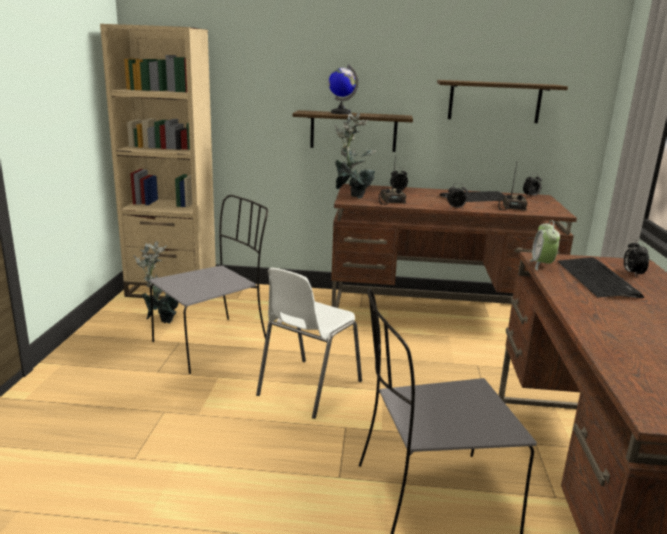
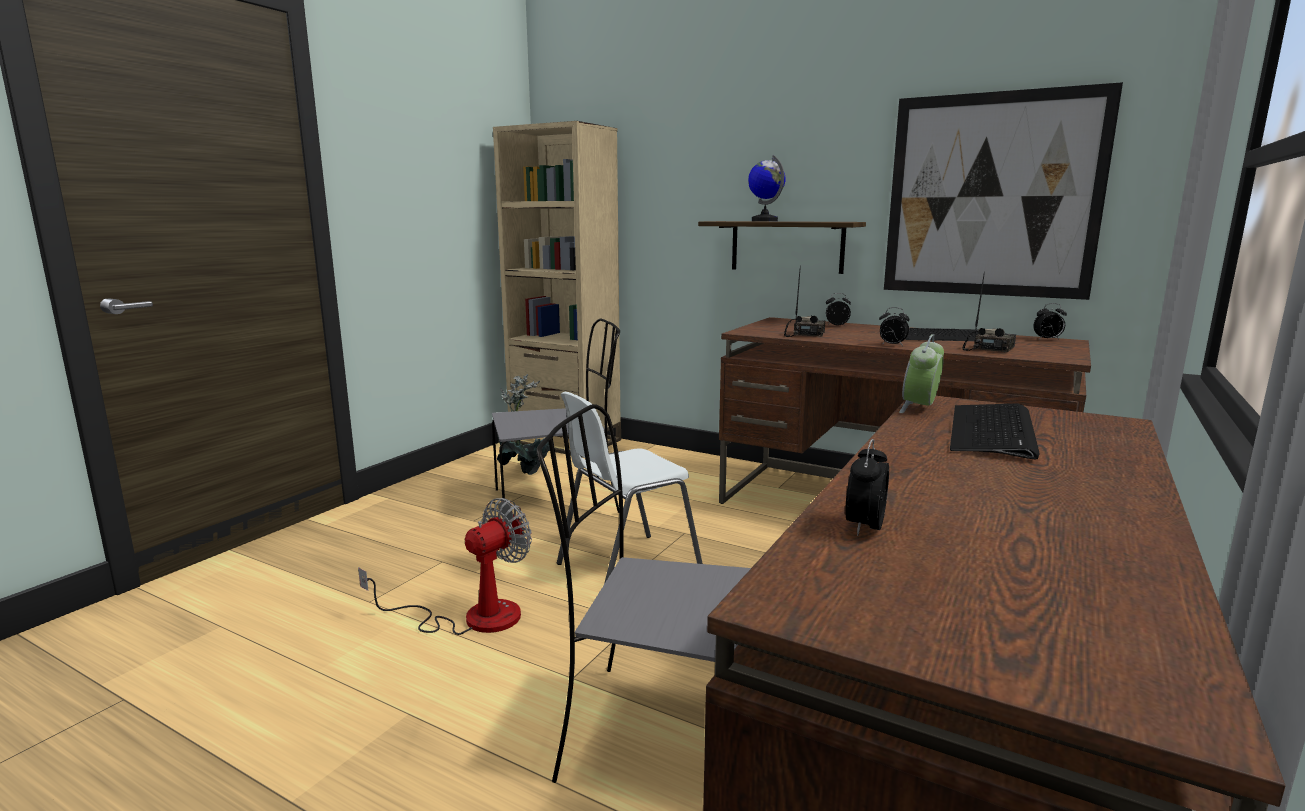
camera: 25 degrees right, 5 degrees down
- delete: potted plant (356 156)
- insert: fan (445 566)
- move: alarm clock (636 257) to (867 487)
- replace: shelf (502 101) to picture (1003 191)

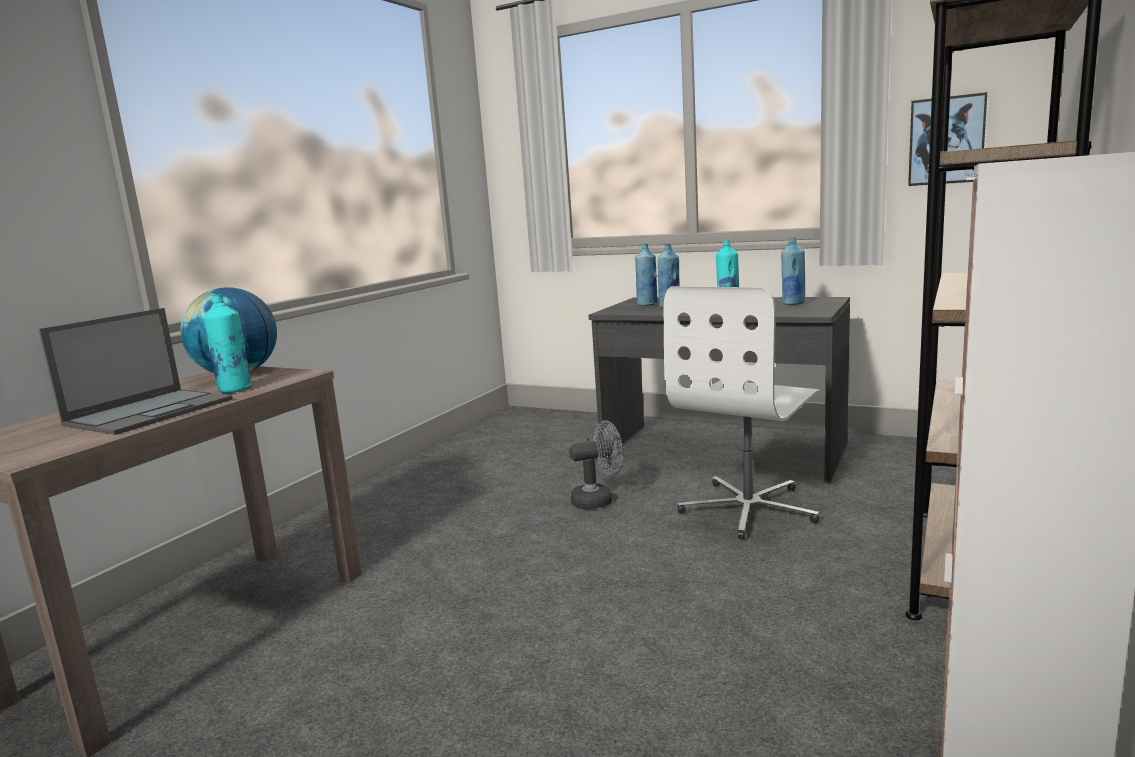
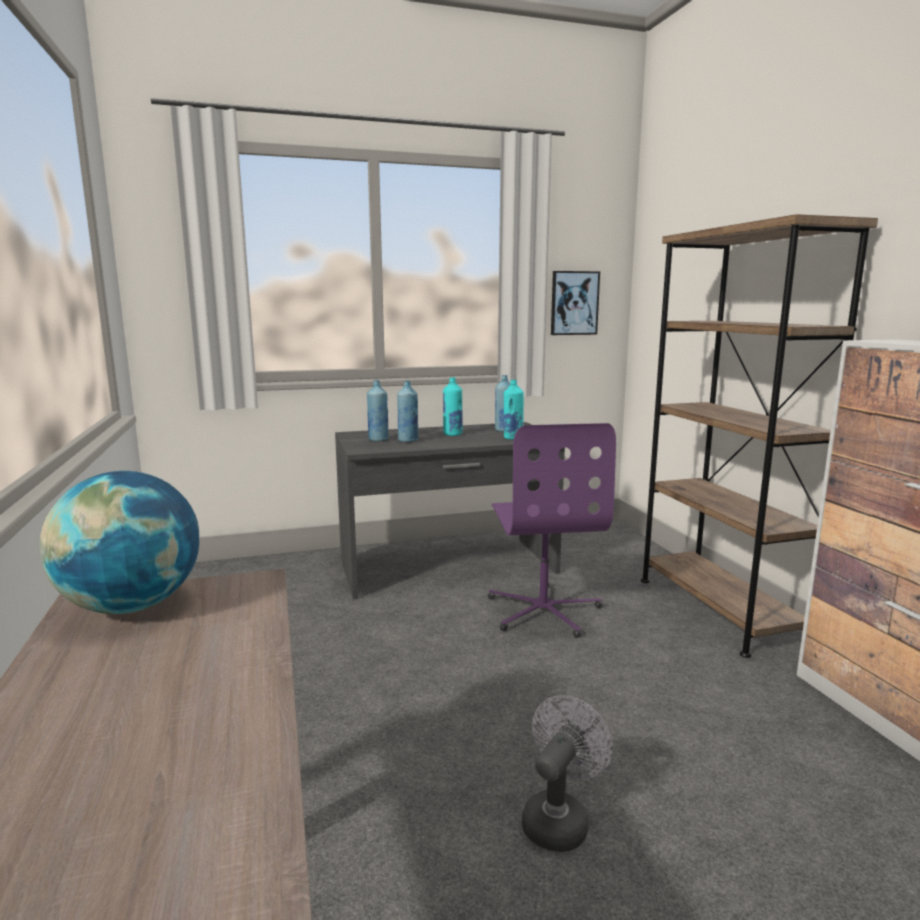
camera: 45 degrees left, 0 degrees up
- delete: laptop (135 371)
- move: turquoise bottle (227 343) to (514 409)
- move: grey fan (596 465) to (567 773)
- recolor: white office chair (742 412) to purple office chair (552 530)

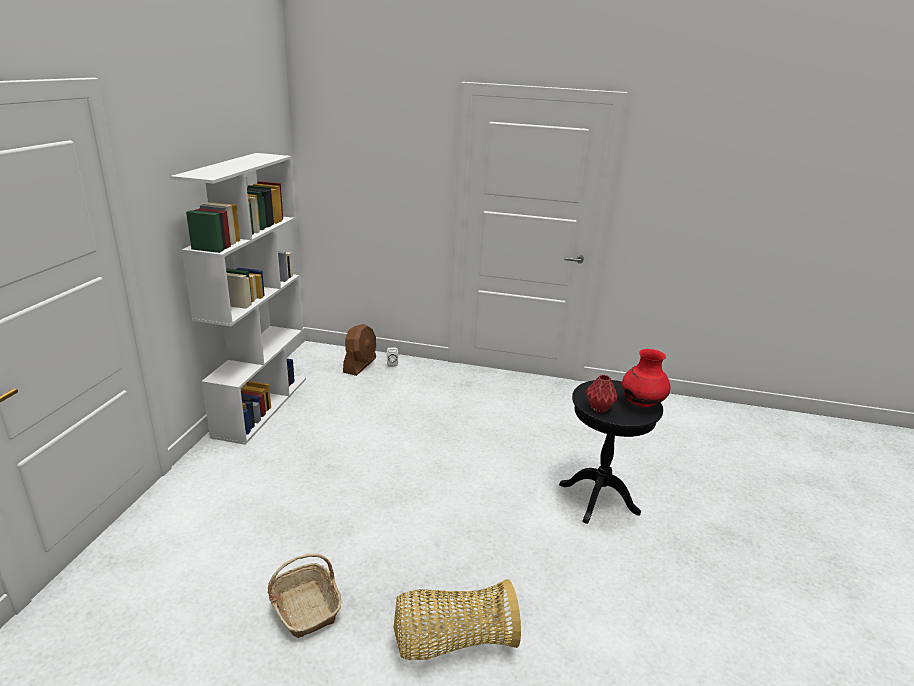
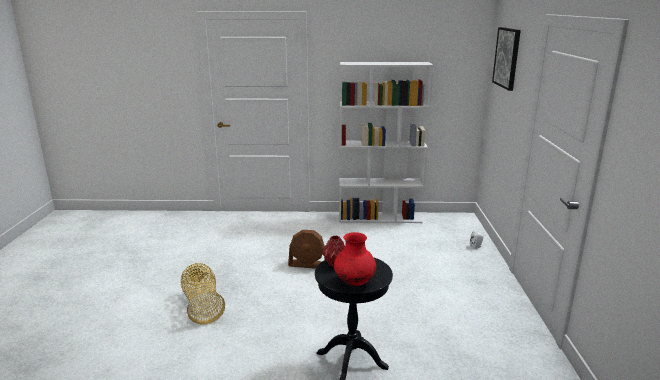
camera: 80 degrees right, 5 degrees down
- delete: basket (305 595)
- insert: picture (506 59)
- move: brown fan (359 350) to (307 249)

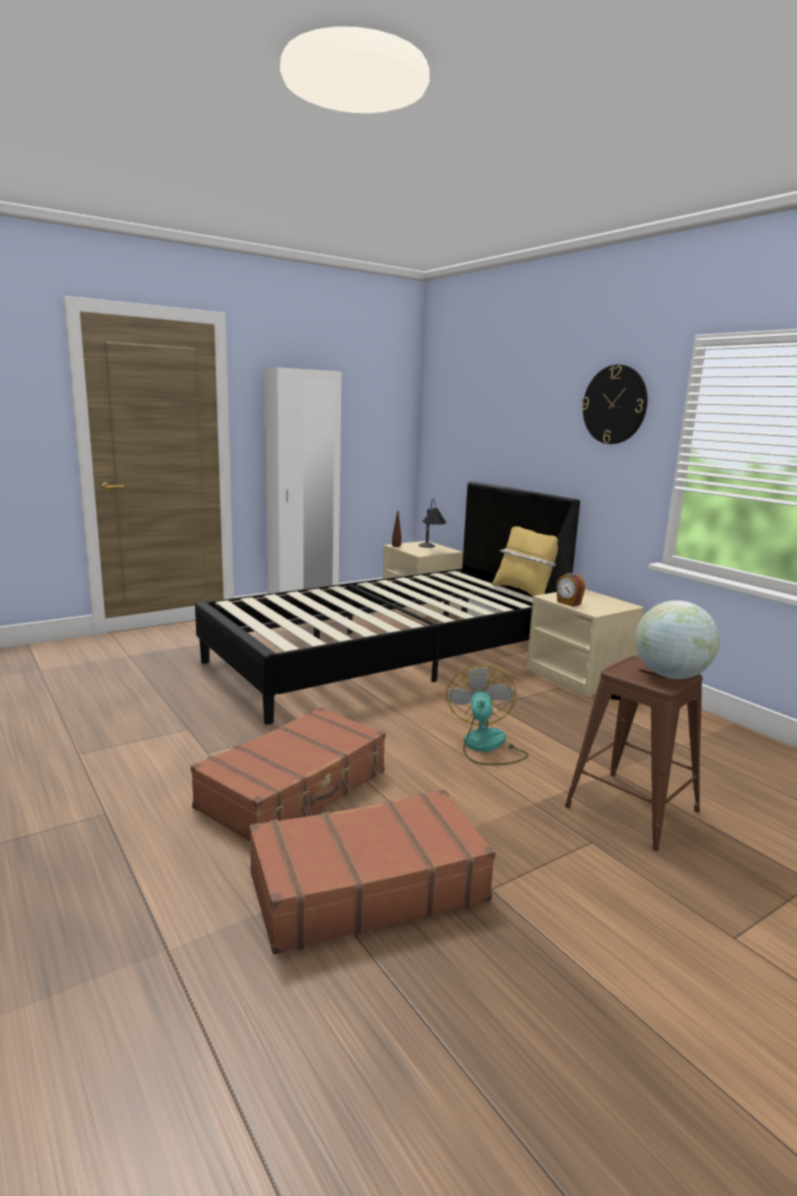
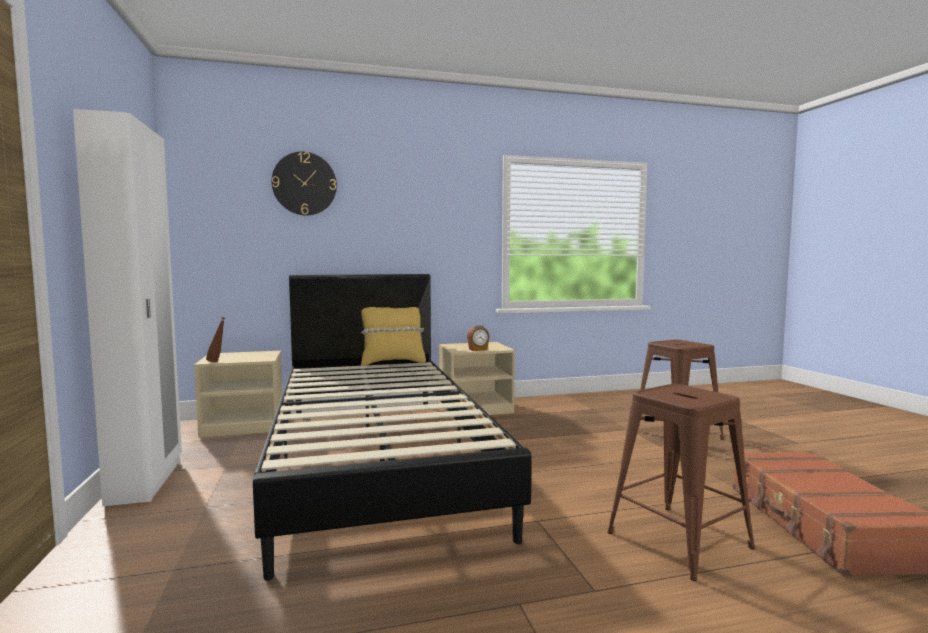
camera: 70 degrees left, 10 degrees down
- delete: table lamp (432 523)
- delete: fan (487 715)
- delete: globe (678 639)
- move: wall clock (615 404) to (304 183)
- replace: brown suitcase (288 774) to brown stool (681 482)

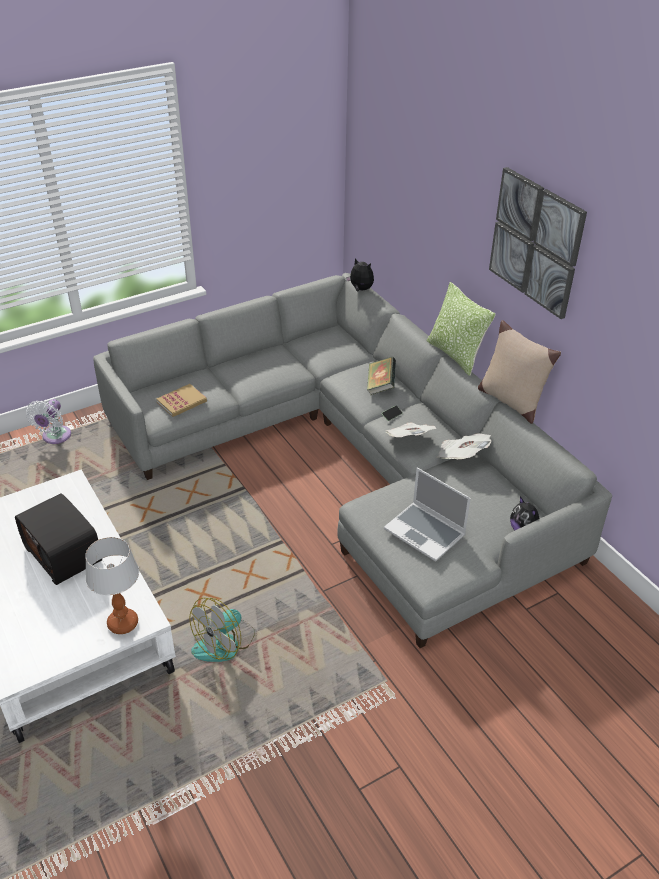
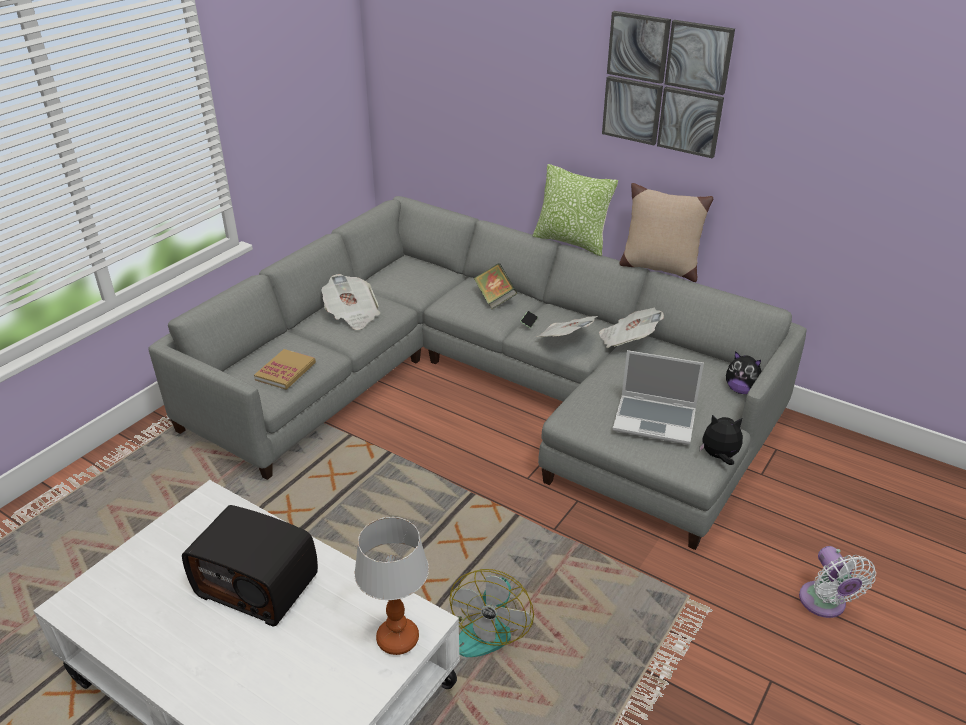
camera: 25 degrees left, 5 degrees down
- insert: newspaper (350 302)
- move: white fan (48 421) to (837 582)
- move: plush toy (360 274) to (721 440)

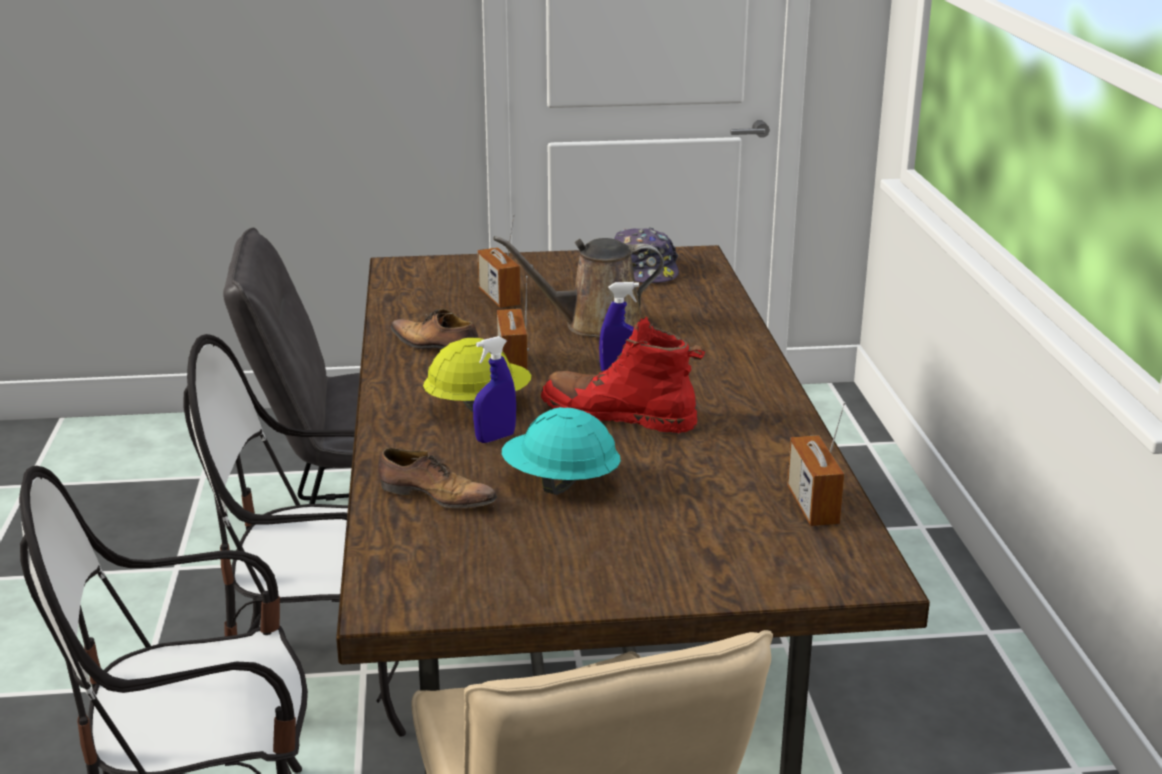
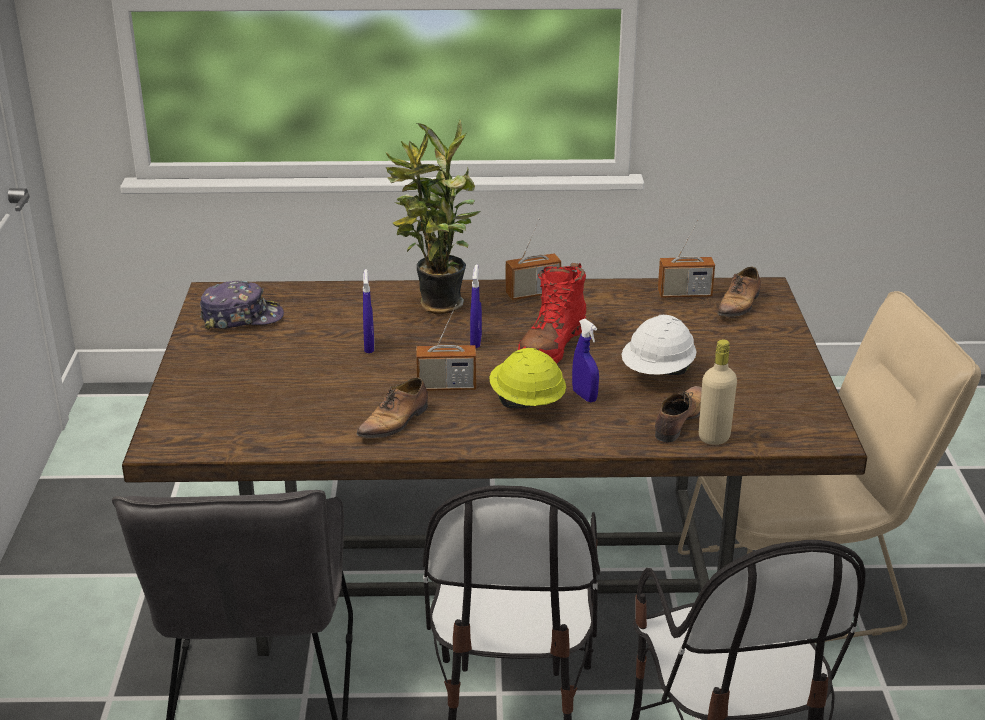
camera: 85 degrees left, 5 degrees up
- insert: potted plant (433 217)
- insert: beige bottle (718 392)
- insert: shoe (739 292)
- move: radio (499 261) to (533 259)
- replace: brown watering can (578 287) to blue spray bottle (368 311)
- recolor: turquoise hard hat (561 451) to white hard hat (659 345)

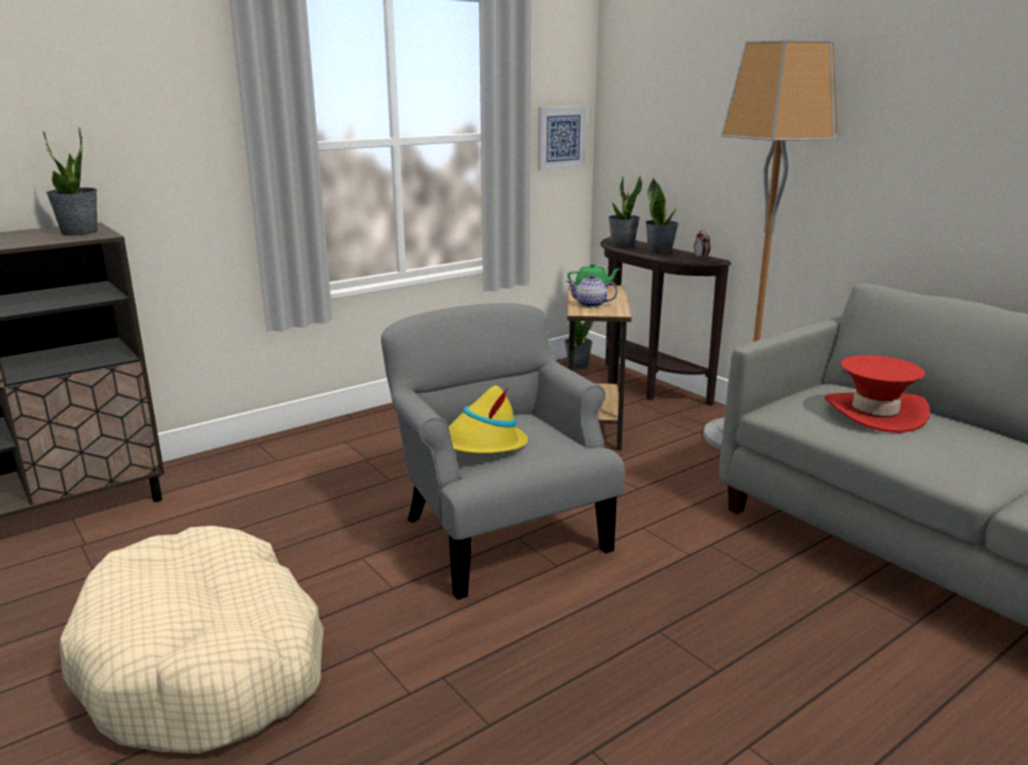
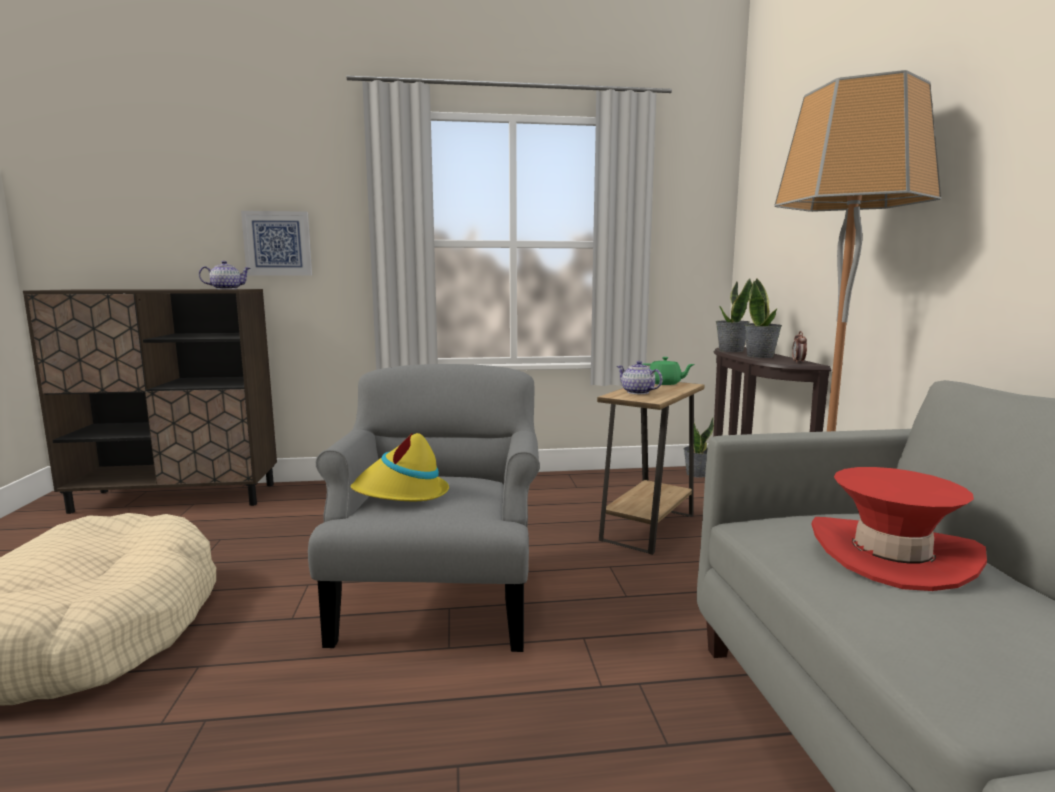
camera: 30 degrees right, 10 degrees down
- move: picture (562 138) to (276 243)
- replace: potted plant (70 181) to teapot (225 275)

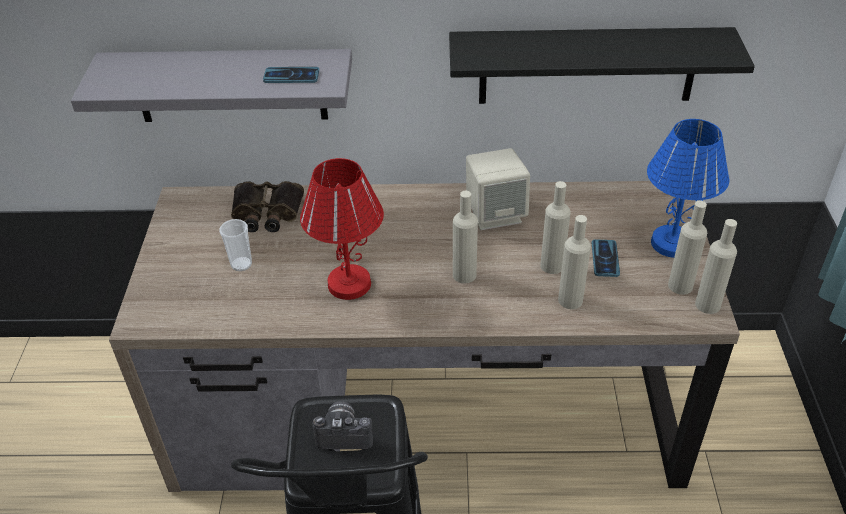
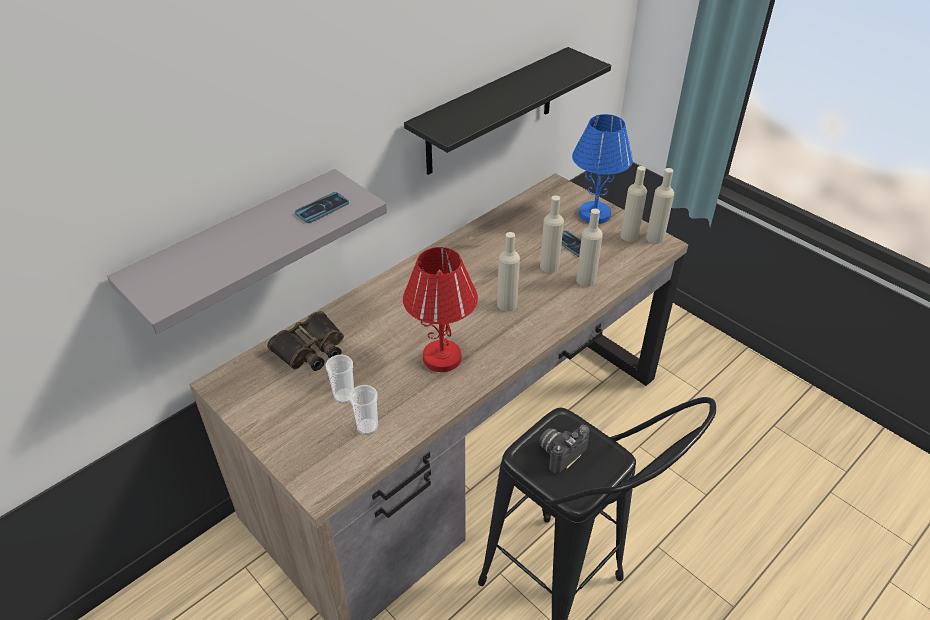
camera: 45 degrees left, 0 degrees up
- delete: beige speaker (498 189)
- insert: cup (363 410)

